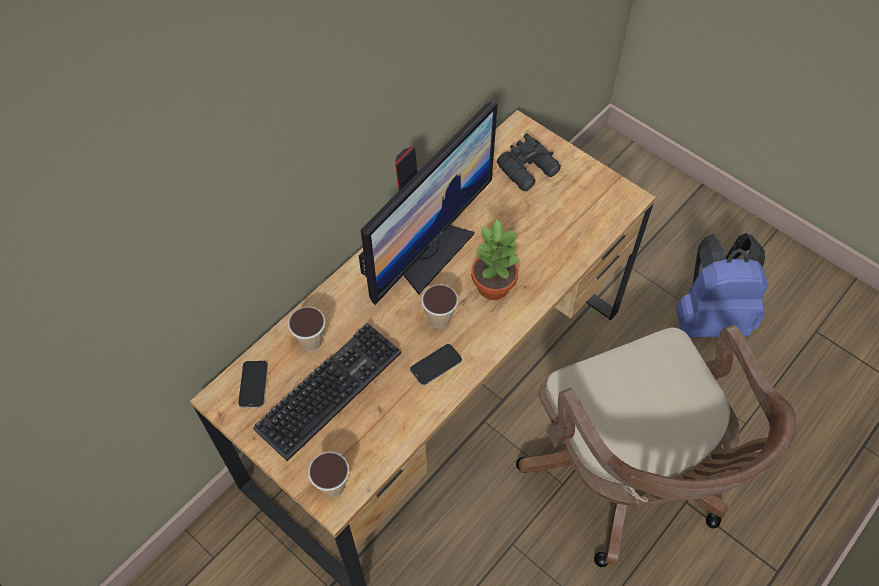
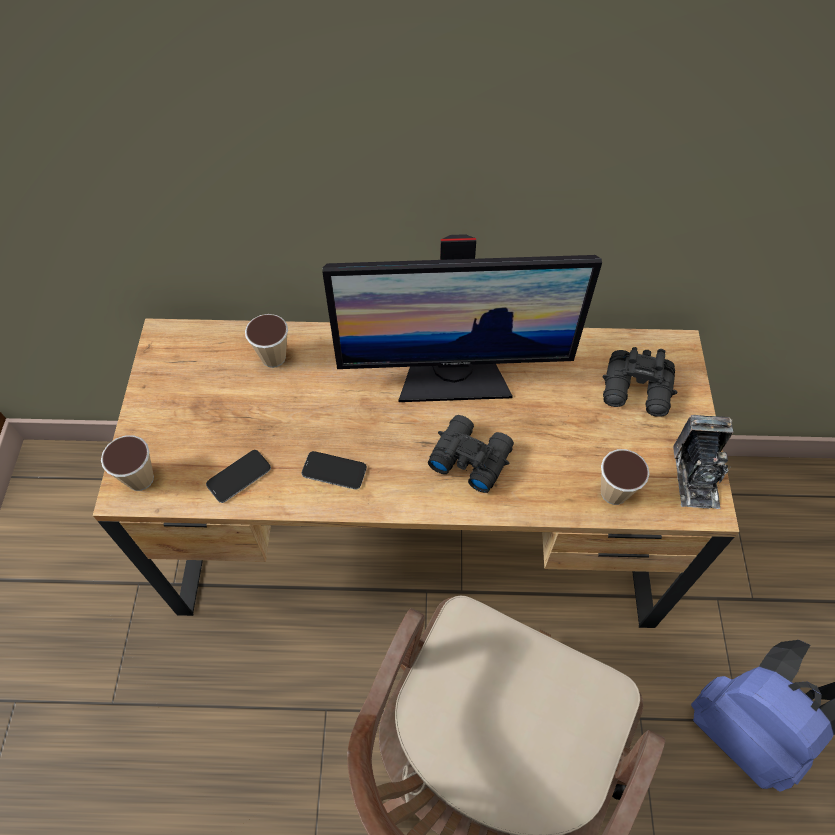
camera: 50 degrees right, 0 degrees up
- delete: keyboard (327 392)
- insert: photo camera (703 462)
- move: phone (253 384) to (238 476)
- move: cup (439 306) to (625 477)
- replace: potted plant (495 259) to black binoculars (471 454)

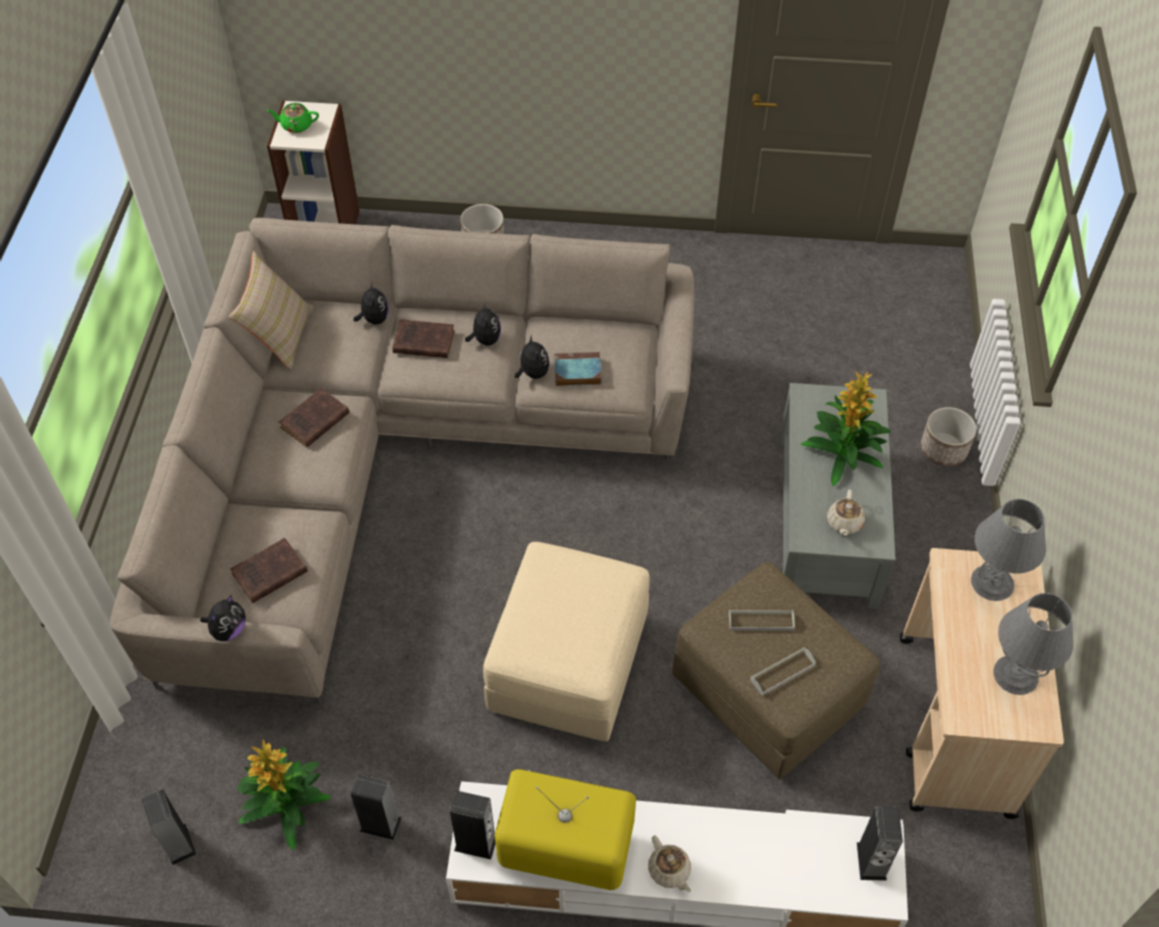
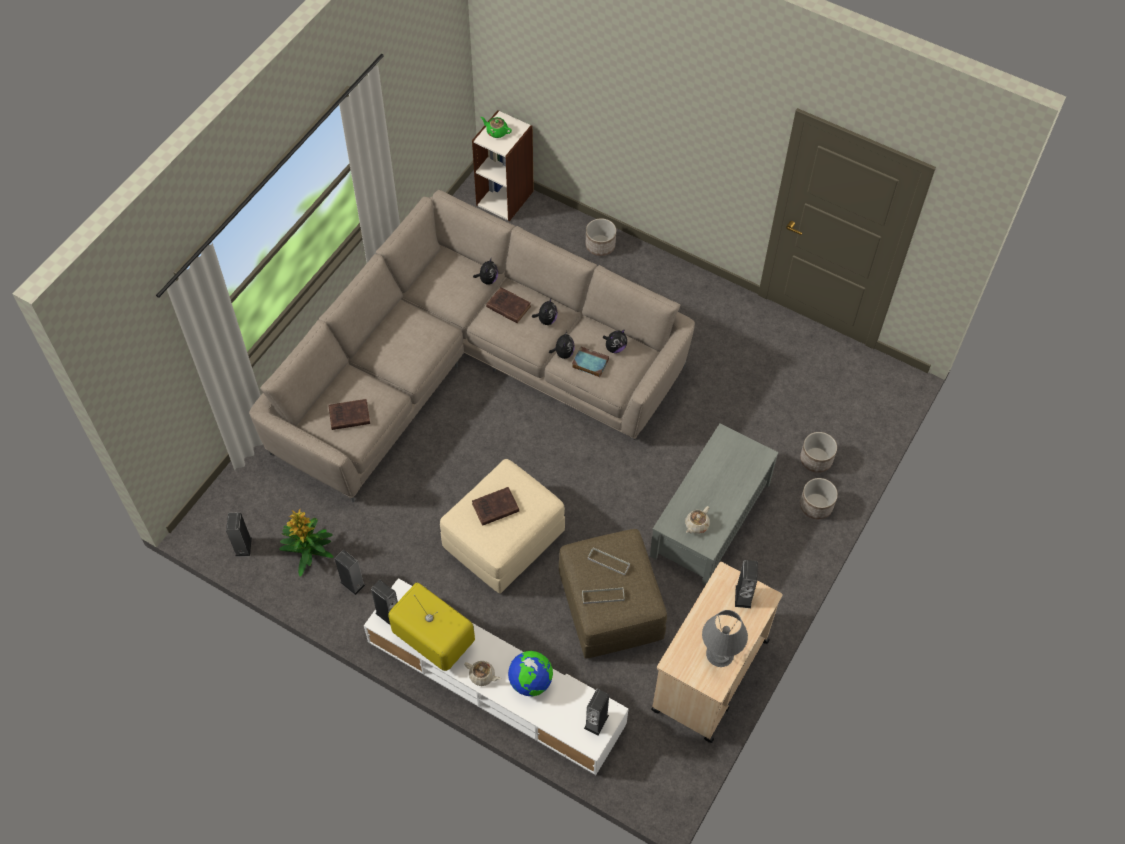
camera: 25 degrees right, 5 degrees up
- delete: beige pillow (271 310)
- delete: potted plant (846 428)
- insert: globe (530 673)
- insert: planter (818 452)
- move: plush toy (223 618) to (615 341)
- move: brown book (314 417) to (495 506)
- replace: grey table lamp (1008 550) to speaker (746 584)
- rotate: beige teapot (669 863) = (482 673) 60 degrees counterclockwise

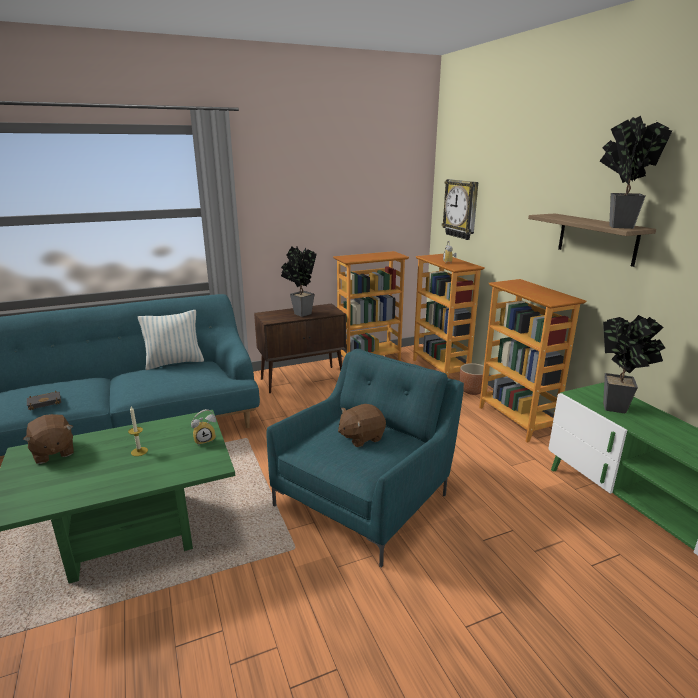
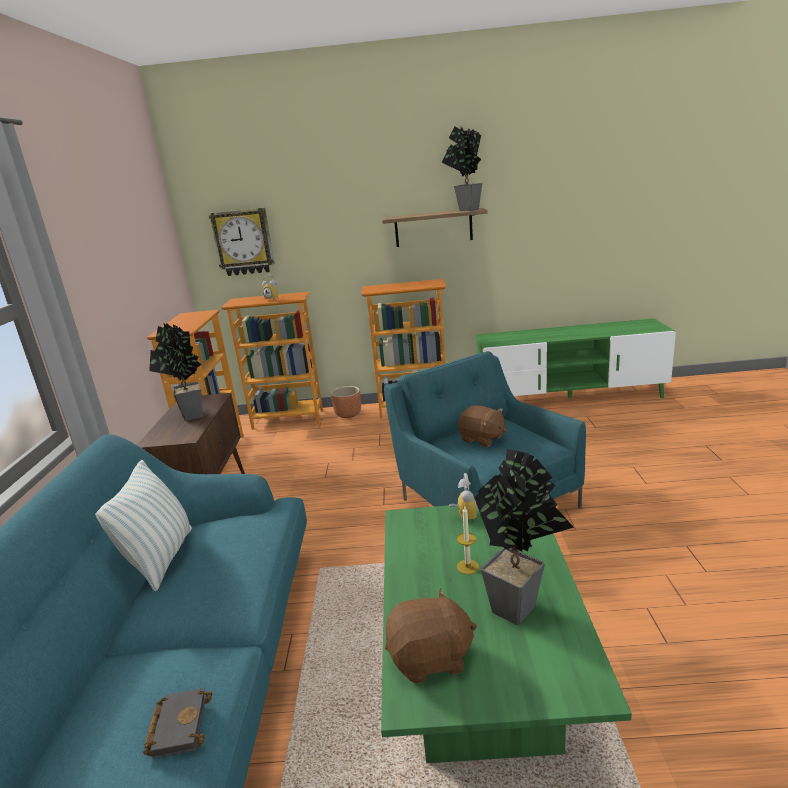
camera: 65 degrees left, 0 degrees up
- move: potted plant (634 364) to (524 537)
- rotate: brown plush toy (362 425) = (482 426) 45 degrees counterclockwise

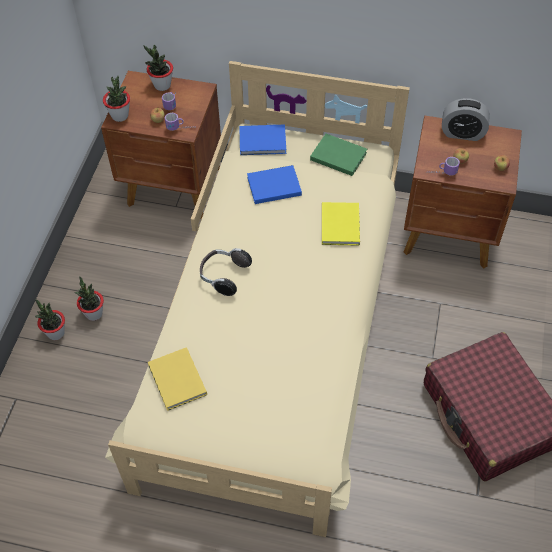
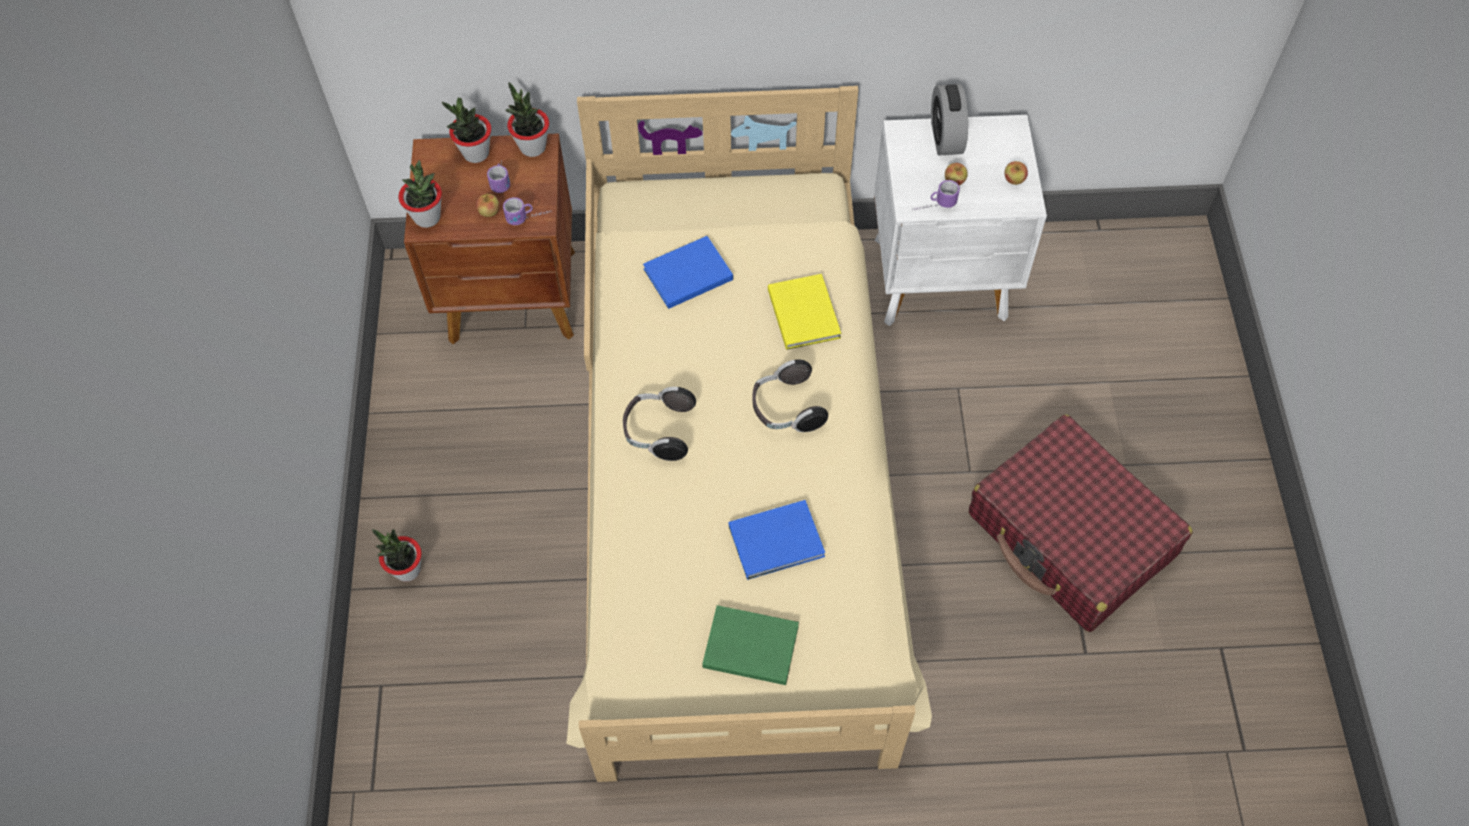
camera: 15 degrees left, 5 degrees up
- delete: yellow book (177 379)
- insert: headphones (790 395)
- move: potted plant (89 298) to (527 119)
- move: blue book (262 139) to (777 540)
- move: green book (338 155) to (750 645)
- recolor: brown nightstand (463 192) to white nightstand (960 220)
- rotate: alarm clock (466 119) = (949 120) 90 degrees clockwise

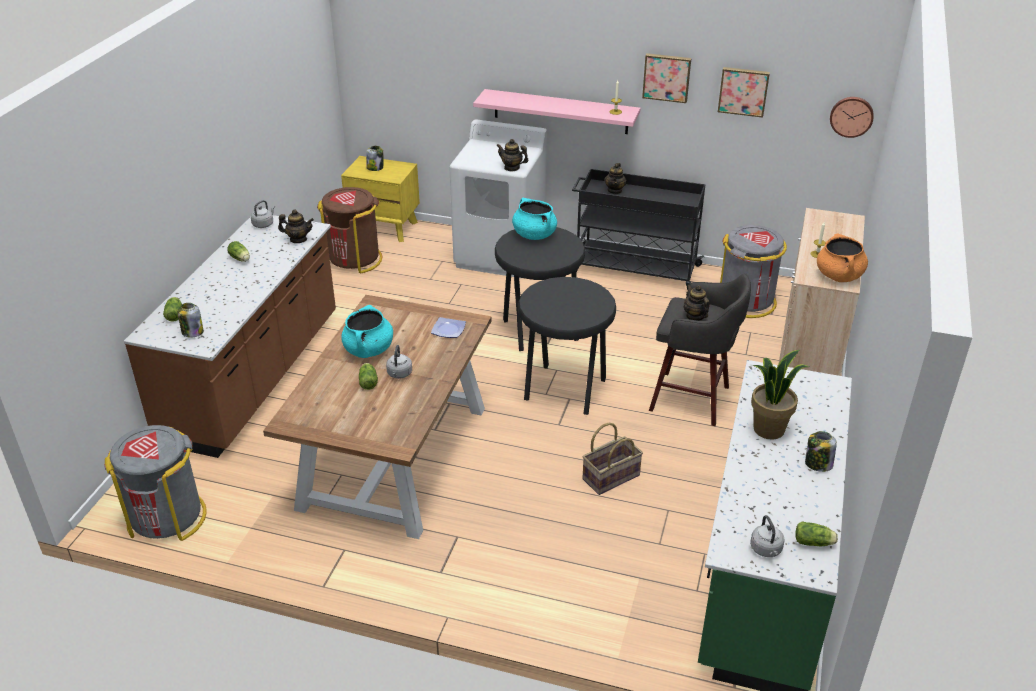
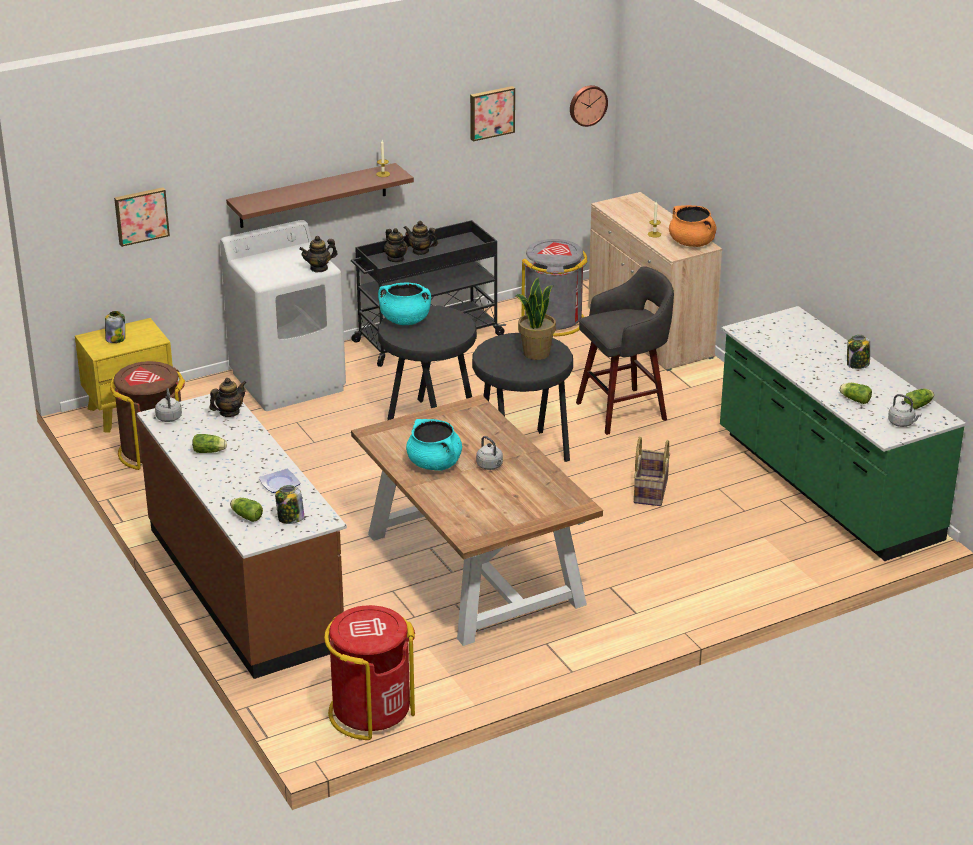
camera: 45 degrees left, 5 degrees down
- move: lettuce (368 376) to (855 393)
- move: plate (448 327) to (280 481)
- move: picture (666 78) to (142 217)
- move: teapot (697 302) to (421 238)
- move: potted plant (780 395) to (536 318)
- recolor: grey trash can (155 483) to red trash can (369 672)
- recolor: pink shelf (557 111) to brown shelf (320 195)

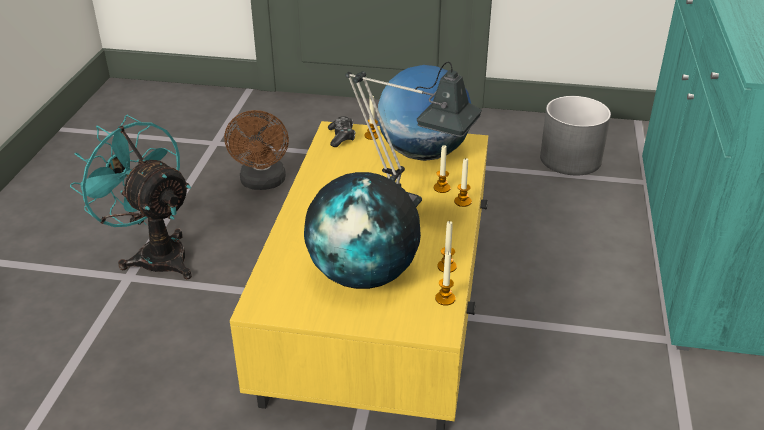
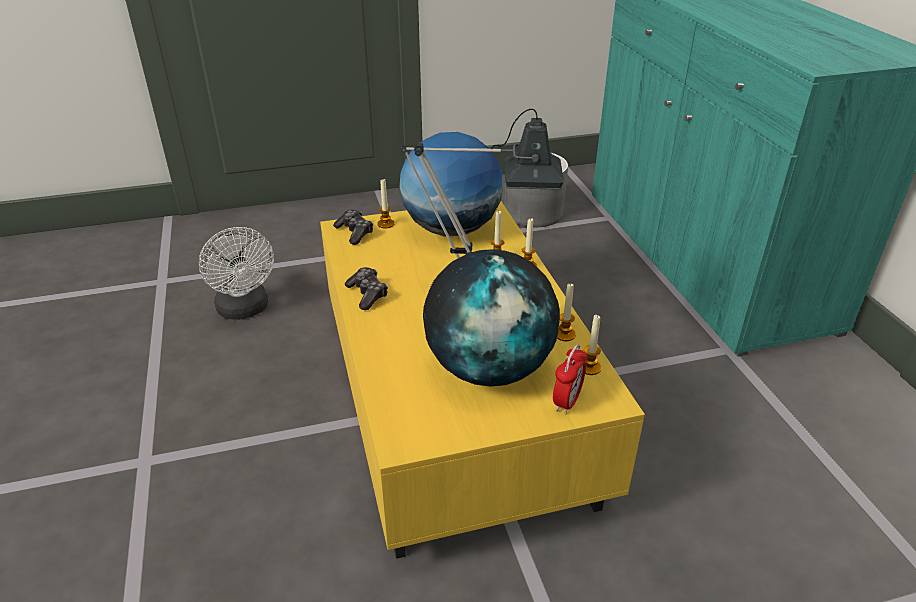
camera: 25 degrees left, 0 degrees up
- delete: turquoise fan (131 197)
- insert: game controller (366 288)
- insert: alarm clock (570 379)
- recolor: brown fan (256 150) to white fan (236 273)

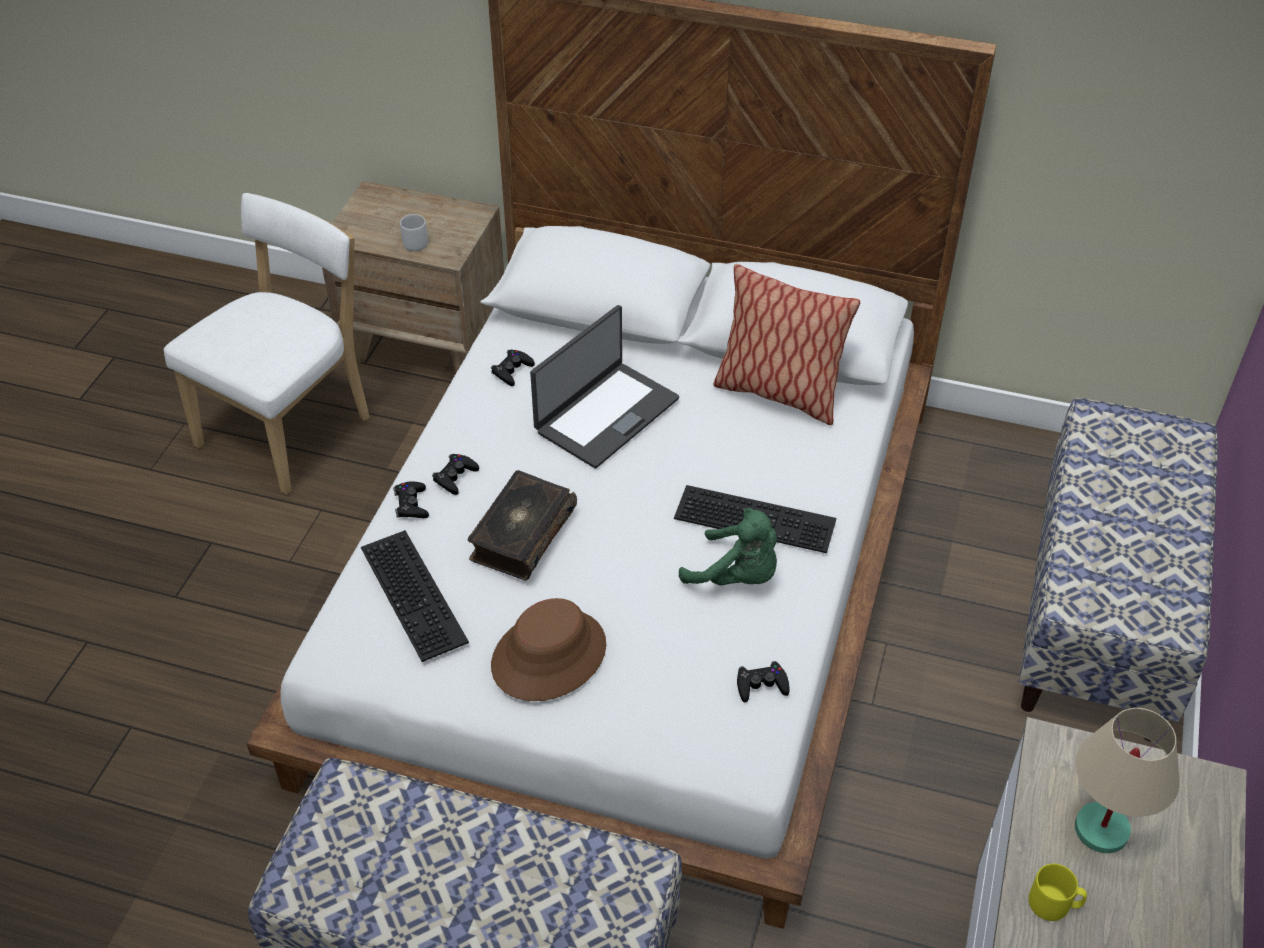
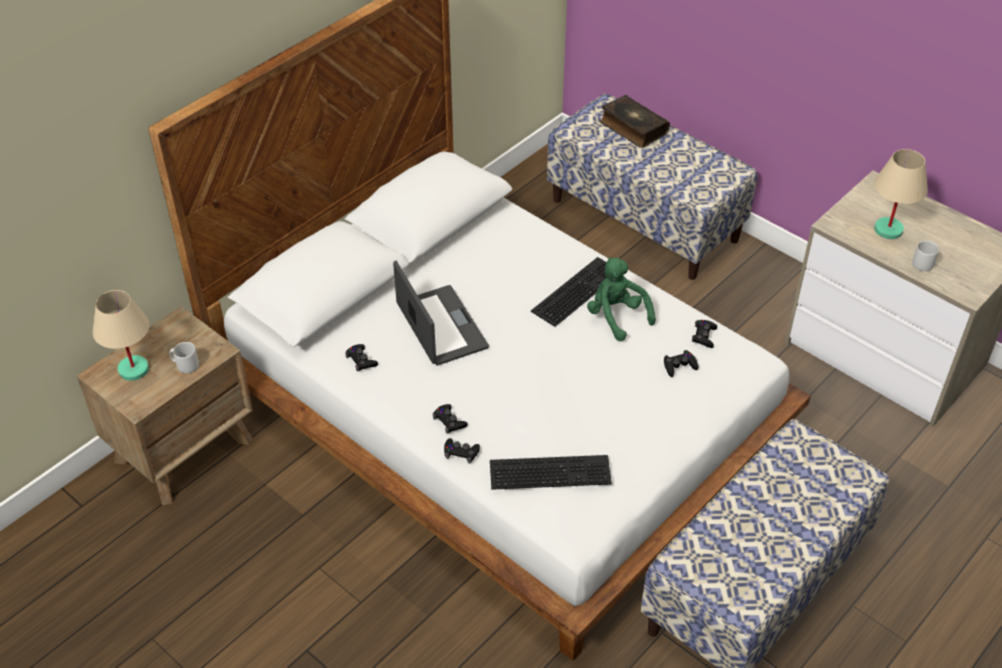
camera: 65 degrees left, 0 degrees up
- delete: white chair (267 344)
- delete: brown hat (548 649)
- delete: pillow (786 344)
- insert: beige table lamp (121 335)
- insert: black game controller (681 363)
- move: book (522 525) to (635 121)
- recolor: yellow mug (1058 892) to grey mug (925 256)
- rotate: green plush toy (728 546) = (621 299) 90 degrees counterclockwise

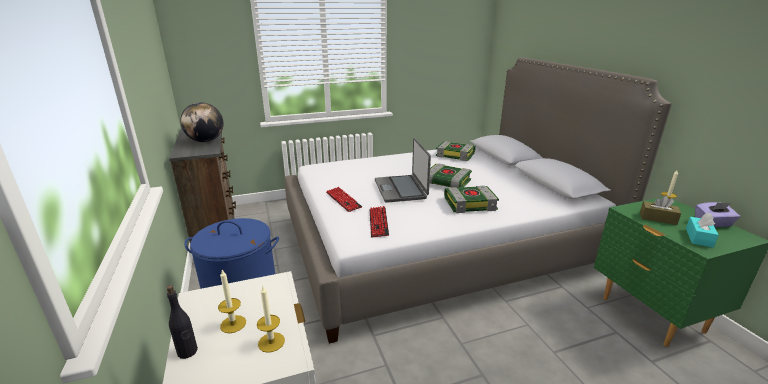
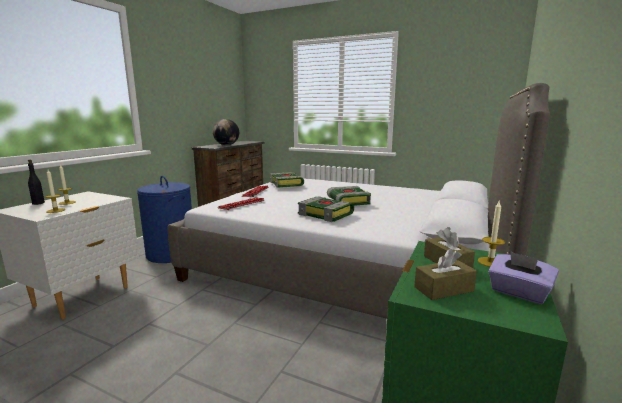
camera: 45 degrees right, 10 degrees down
- delete: laptop (403 170)
- move: book (456 151) to (287 180)
- recolor: turquoise tissue box (702 230) to brown tissue box (445 274)

